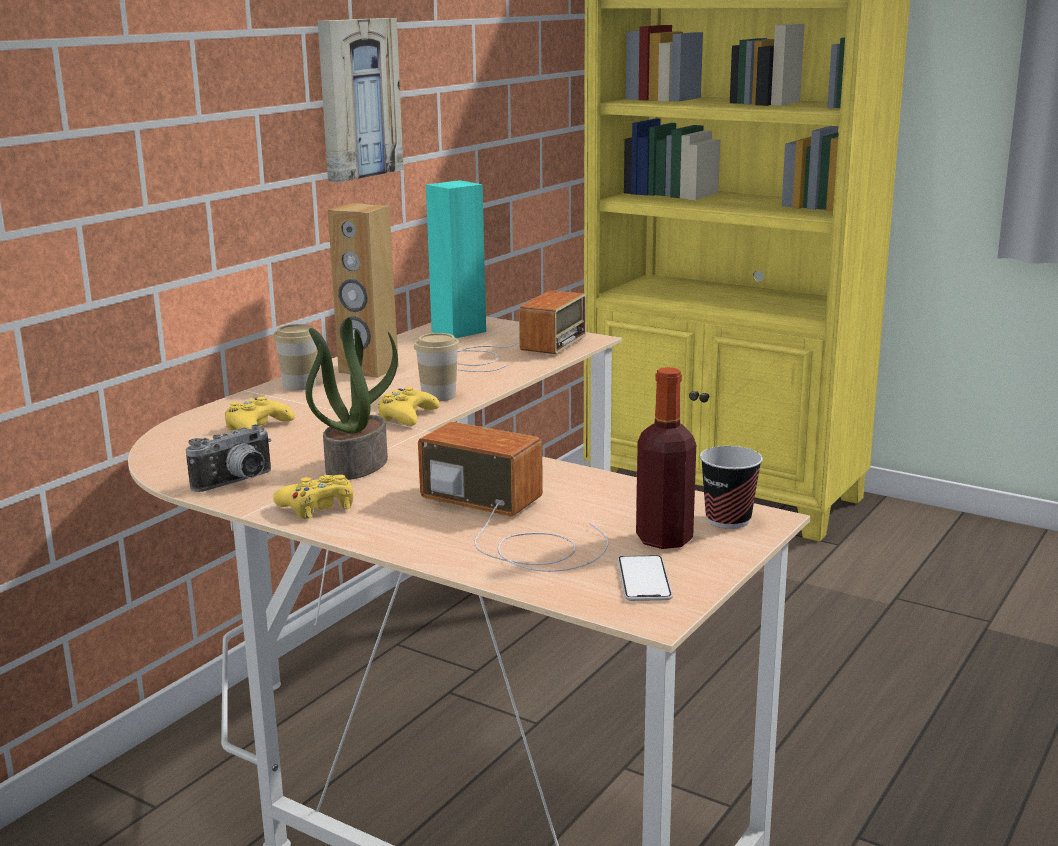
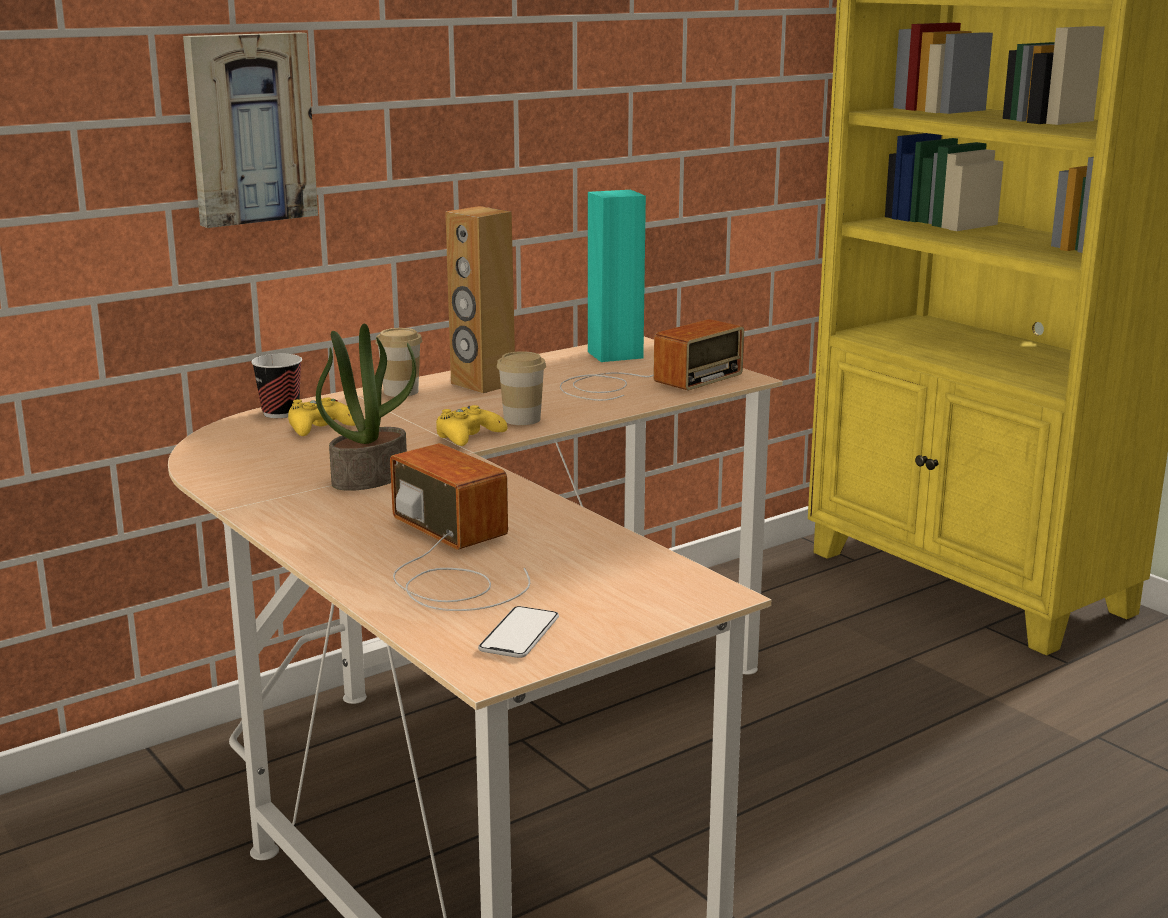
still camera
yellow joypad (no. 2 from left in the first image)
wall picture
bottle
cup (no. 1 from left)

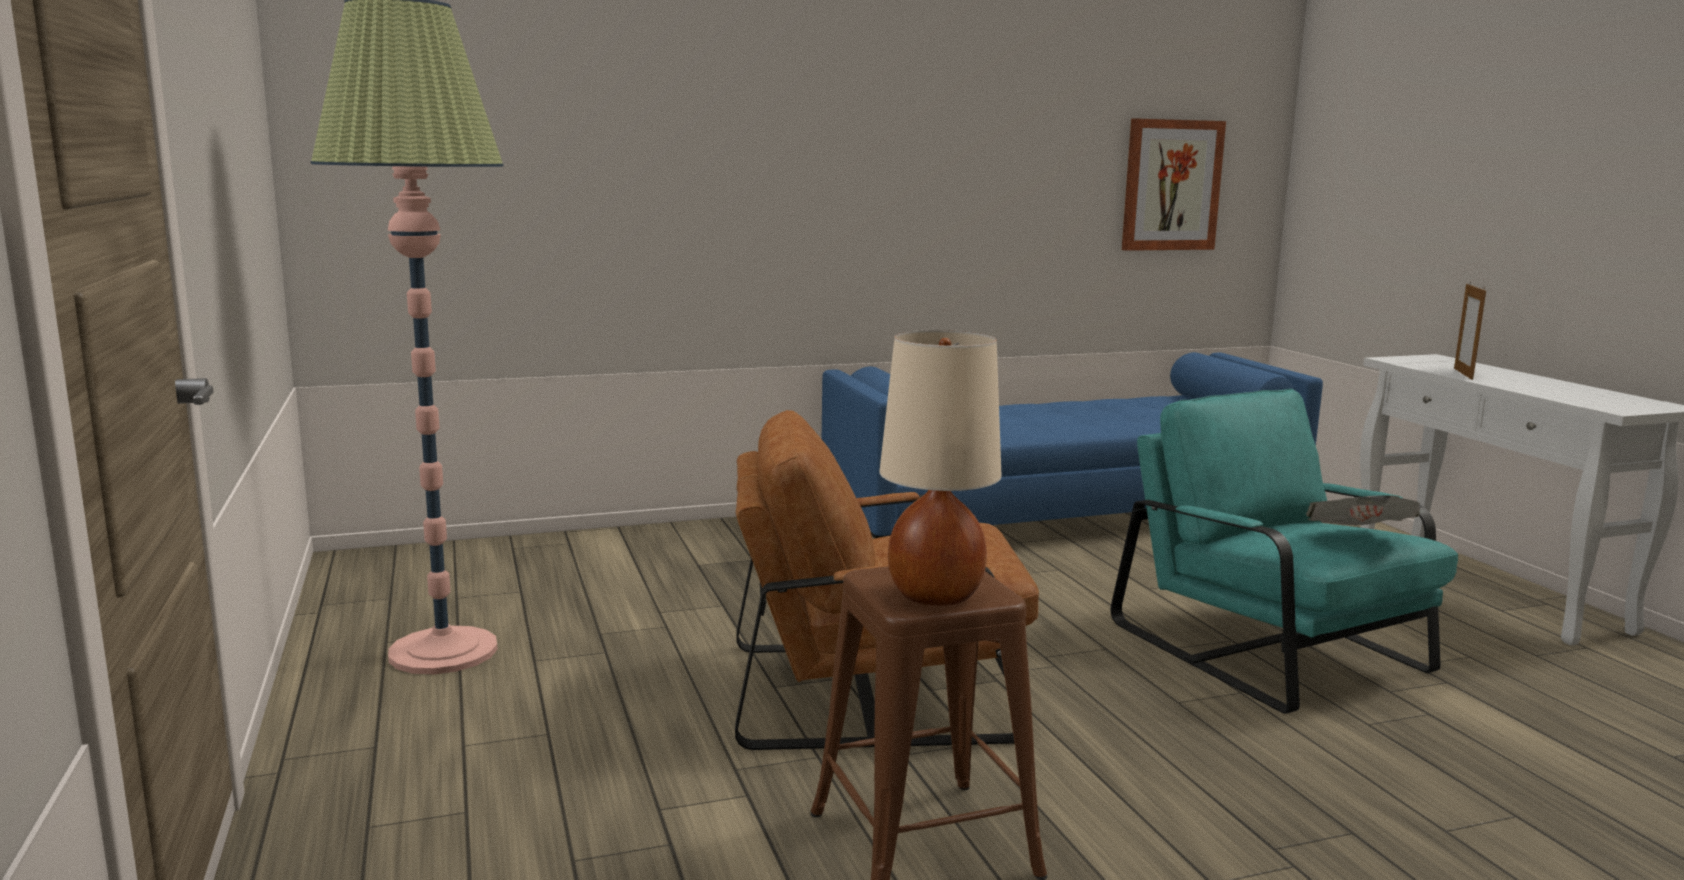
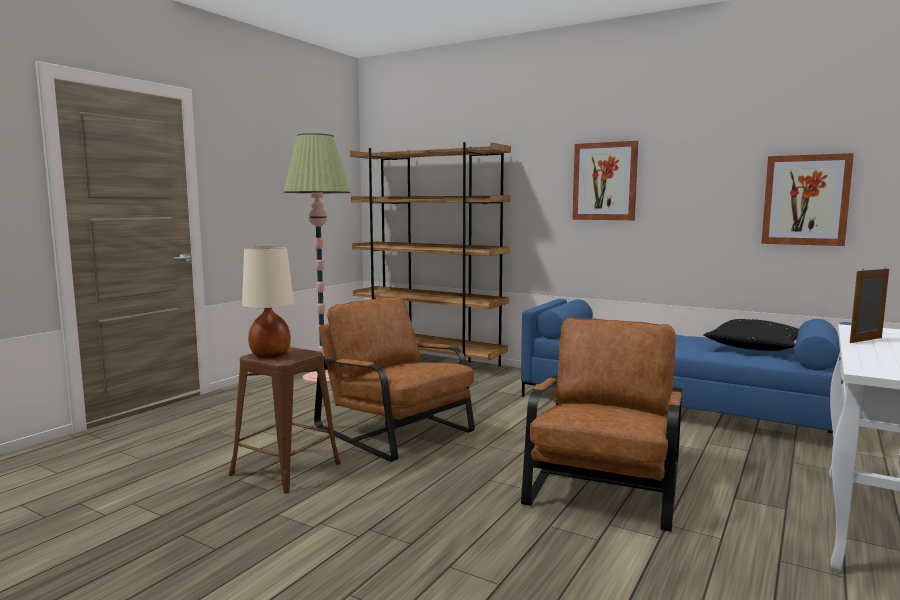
brown-coloured easy chair (no. 2 from left)
newspaper
brown-coloured shelving unit
wall picture (no. 1 from left)
black-coloured pillow

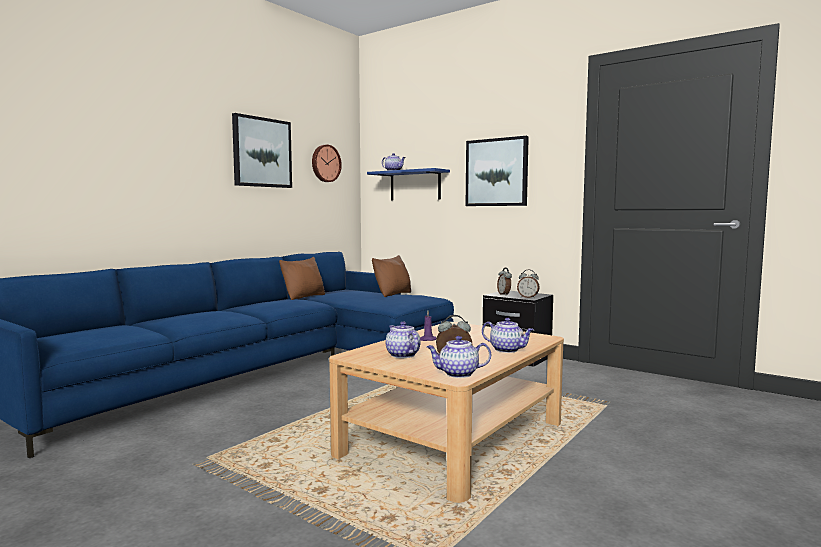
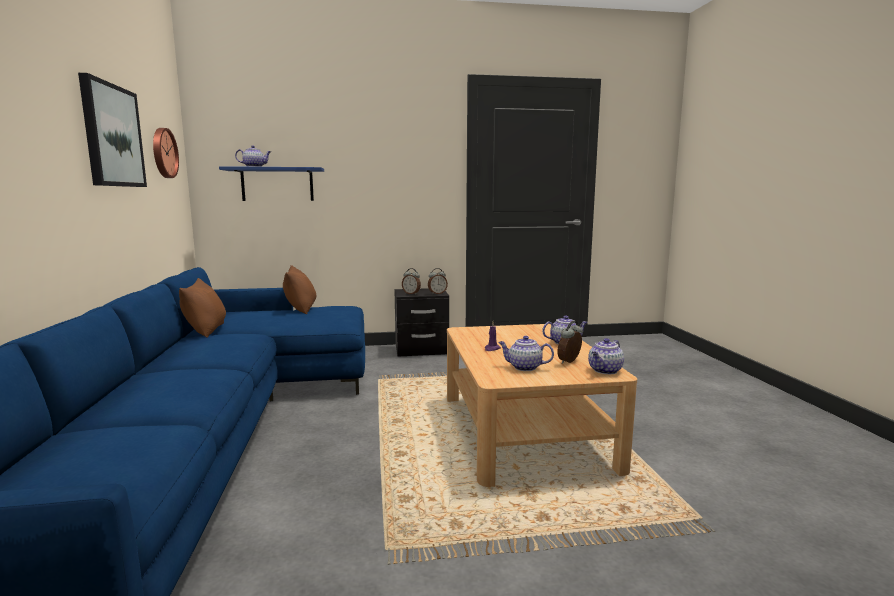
wall picture (no. 2 from left in the first image)

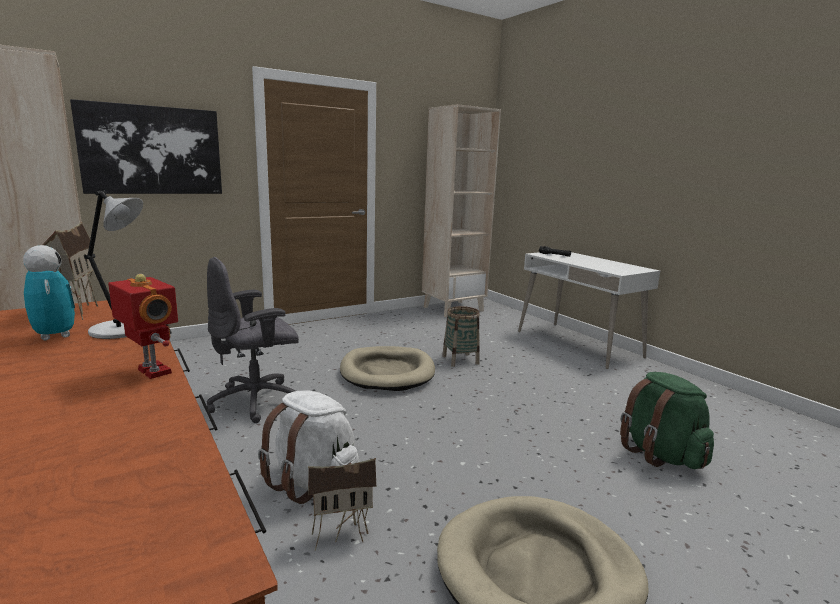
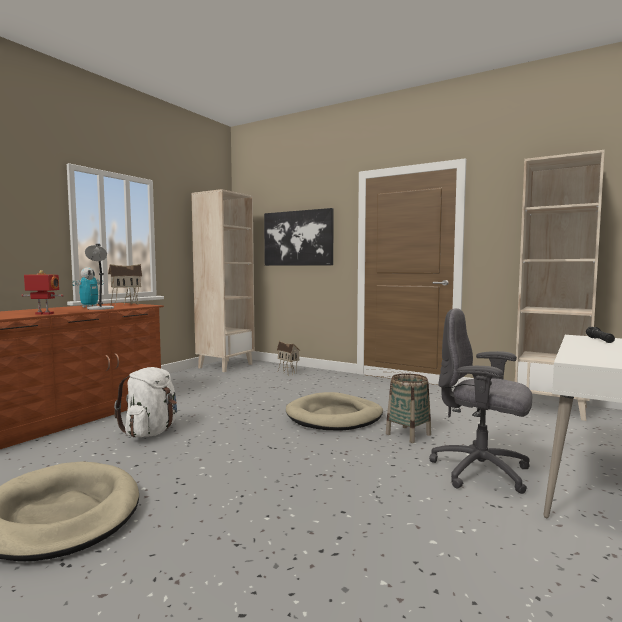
robot figure (no. 1 from left)
gray office chair
miniature house (no. 2 from left)
green knapsack

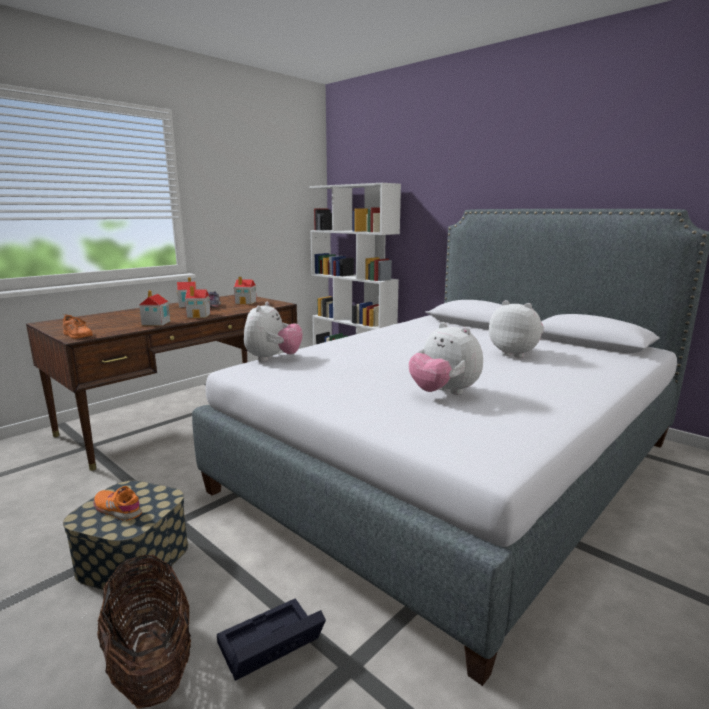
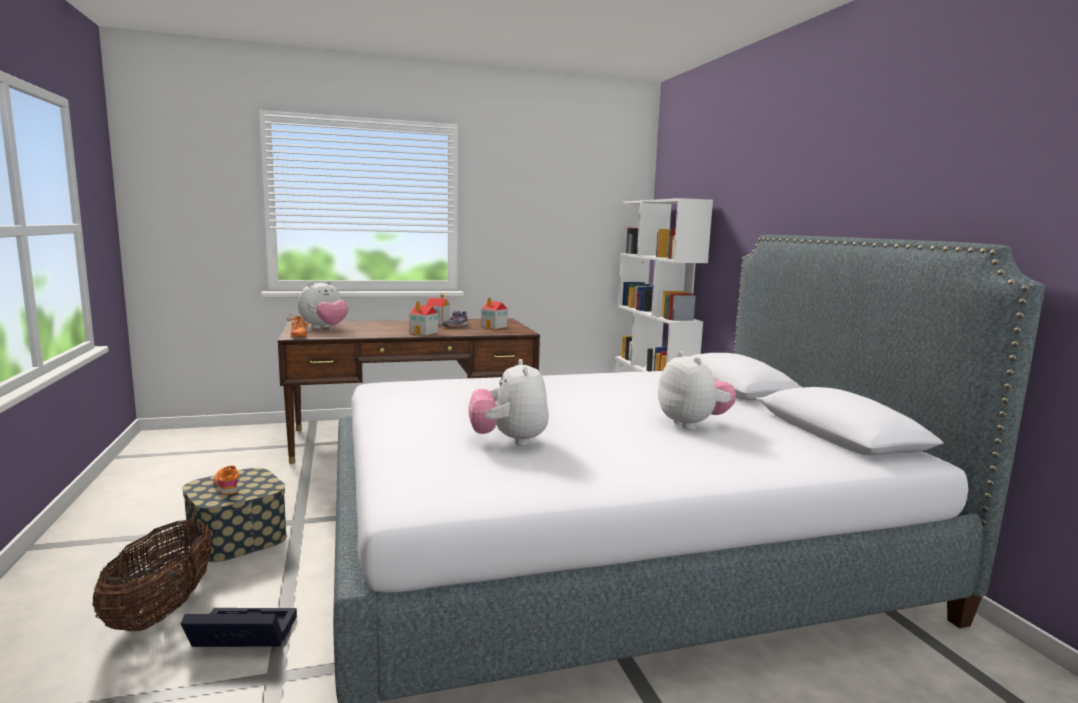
miniature house (no. 1 from left in the first image)
cuddly toy (no. 1 from left)

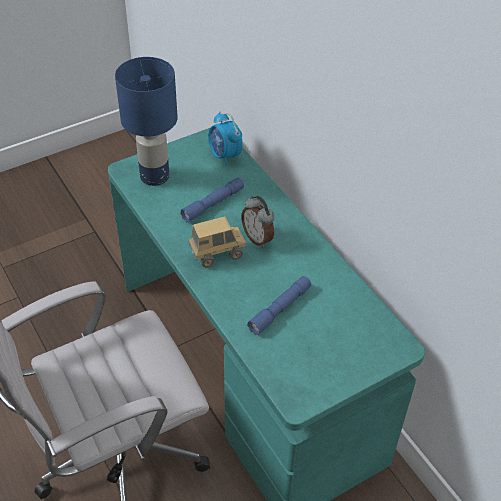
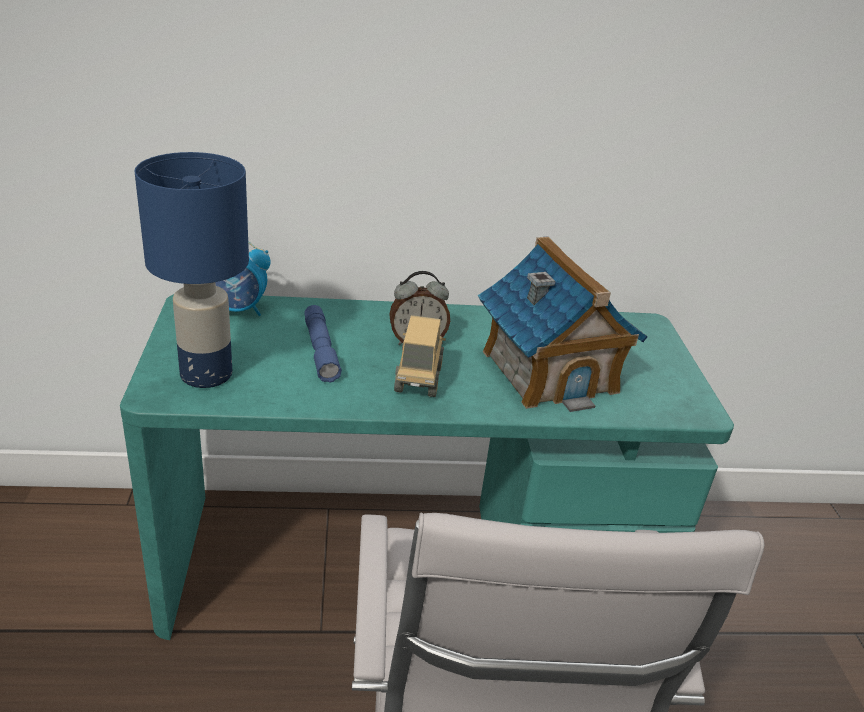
miniature house

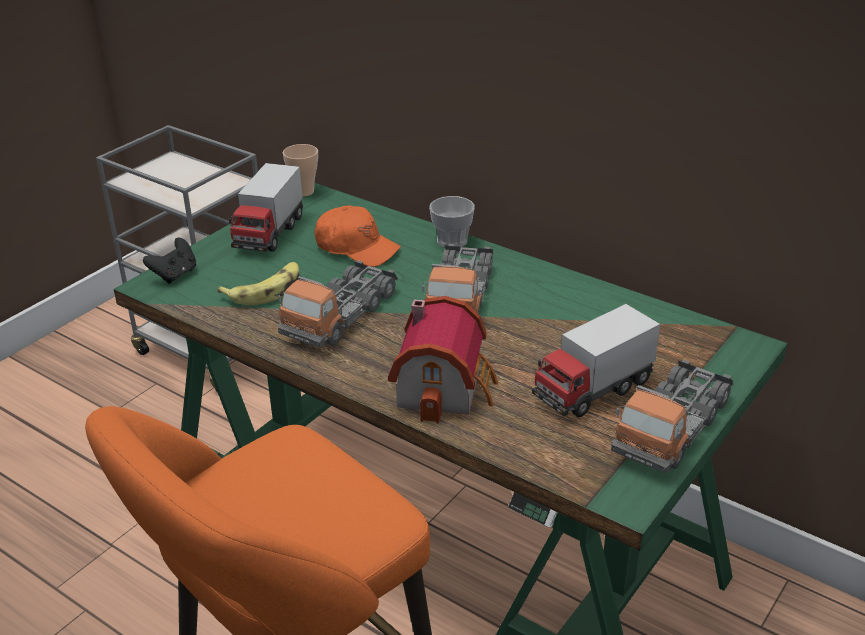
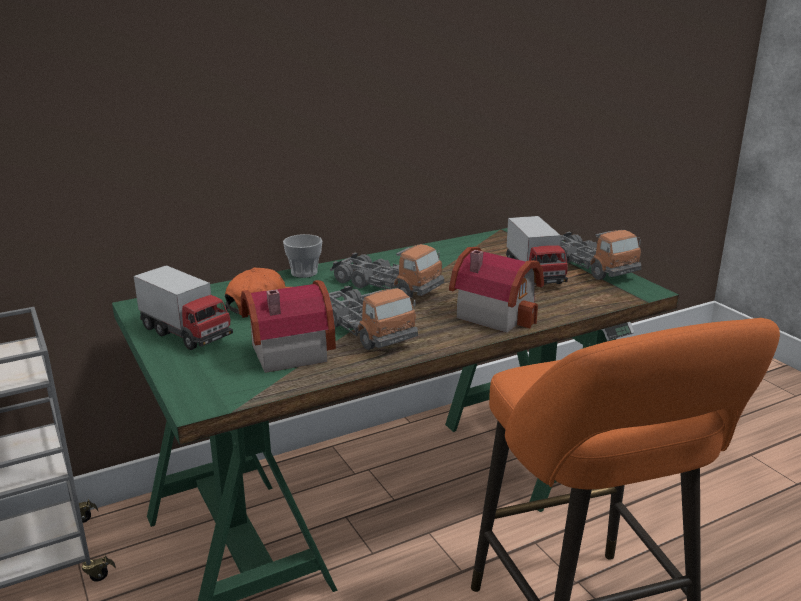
black-coloured joypad
miniature house (no. 1 from left)
cup (no. 1 from left in the first image)

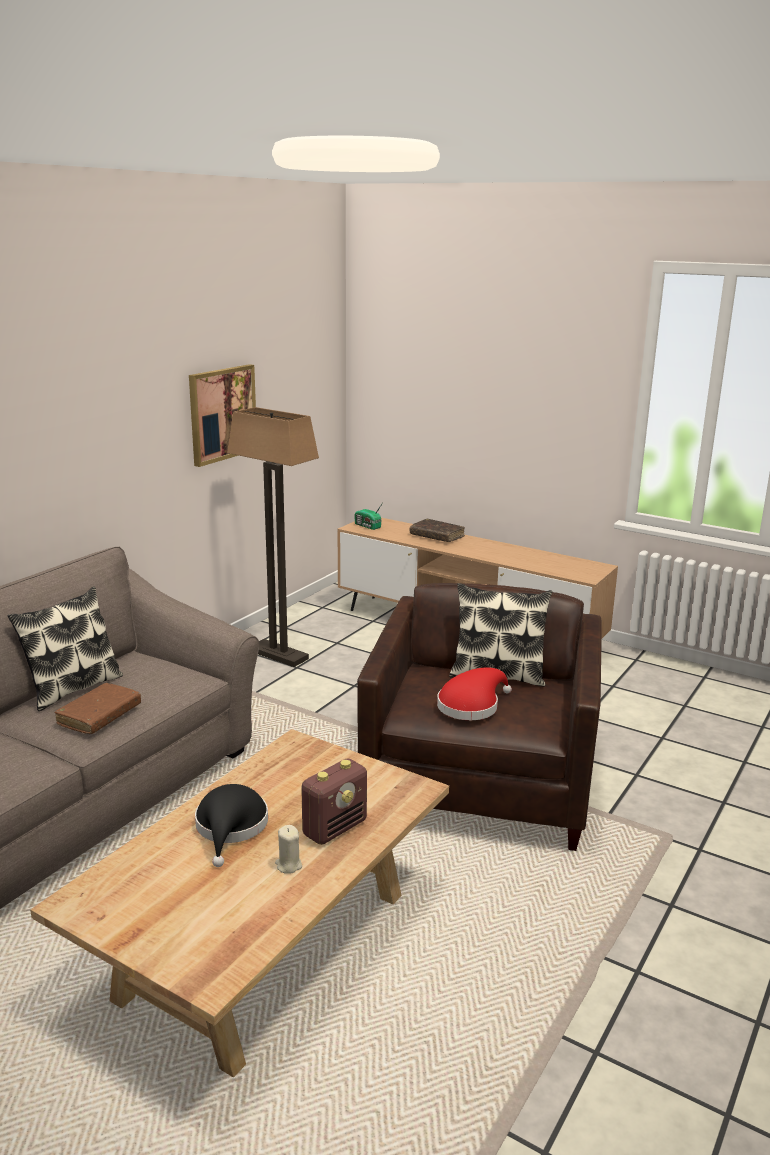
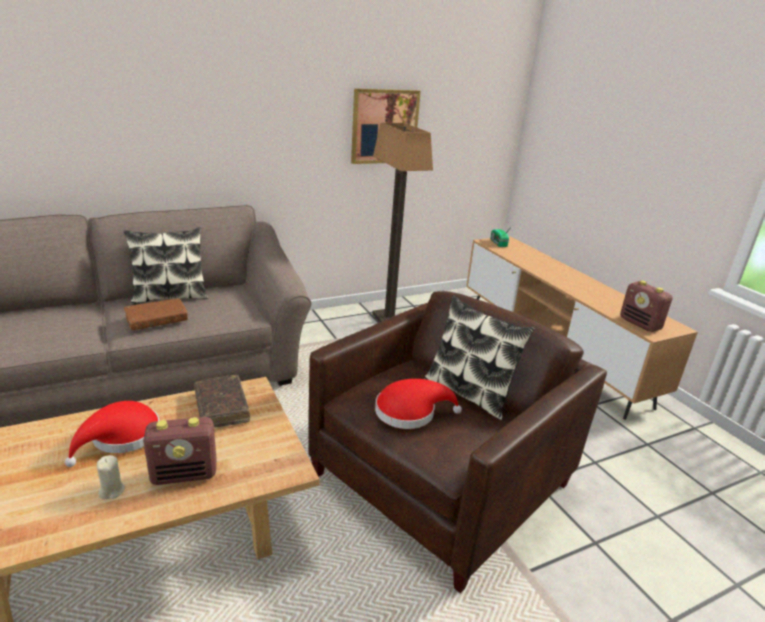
red hat (no. 1 from left)
brown-coloured bound book (no. 2 from left)
radio set (no. 3 from left)

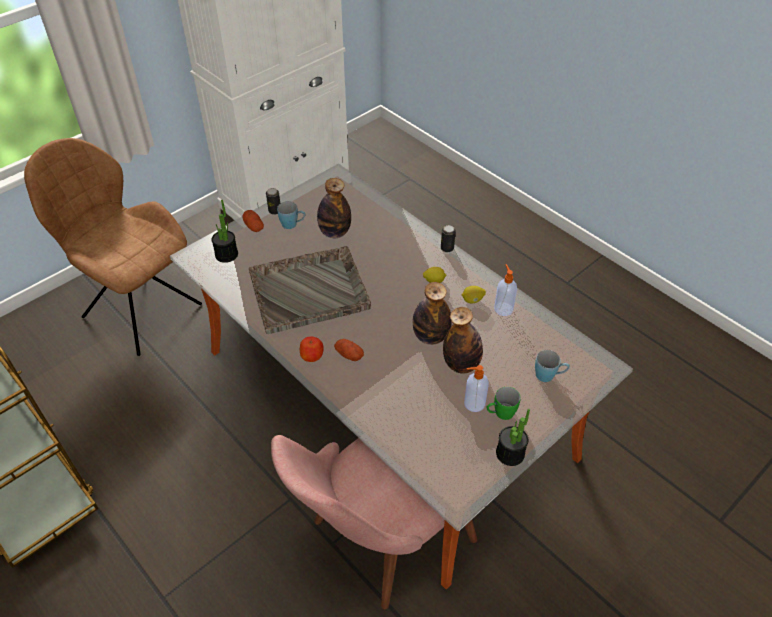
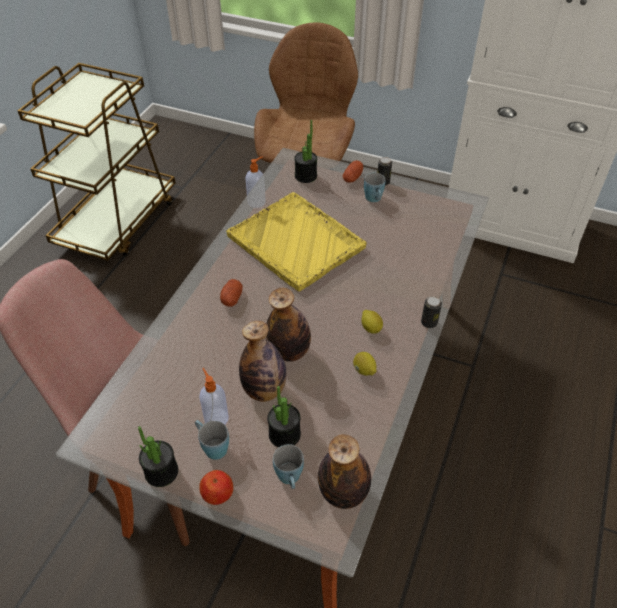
yellow carrying tray
whole apple
bottle (no. 3 from left)
blue-coloured coffee mug (no. 1 from left)
soap dispenser (no. 2 from left)
plant in a pot (no. 2 from left)

